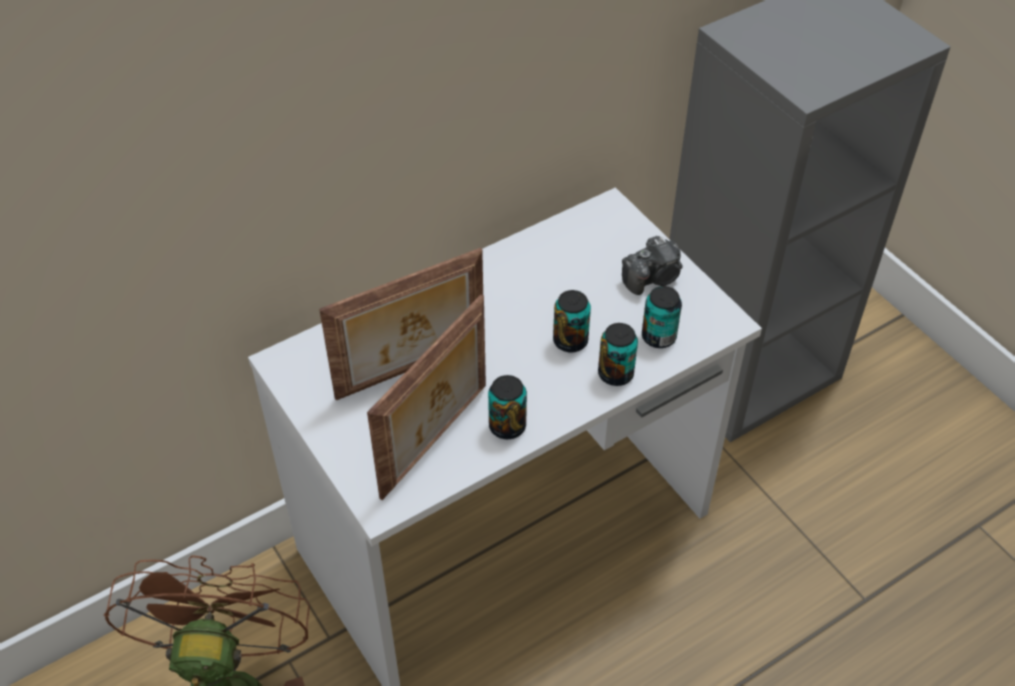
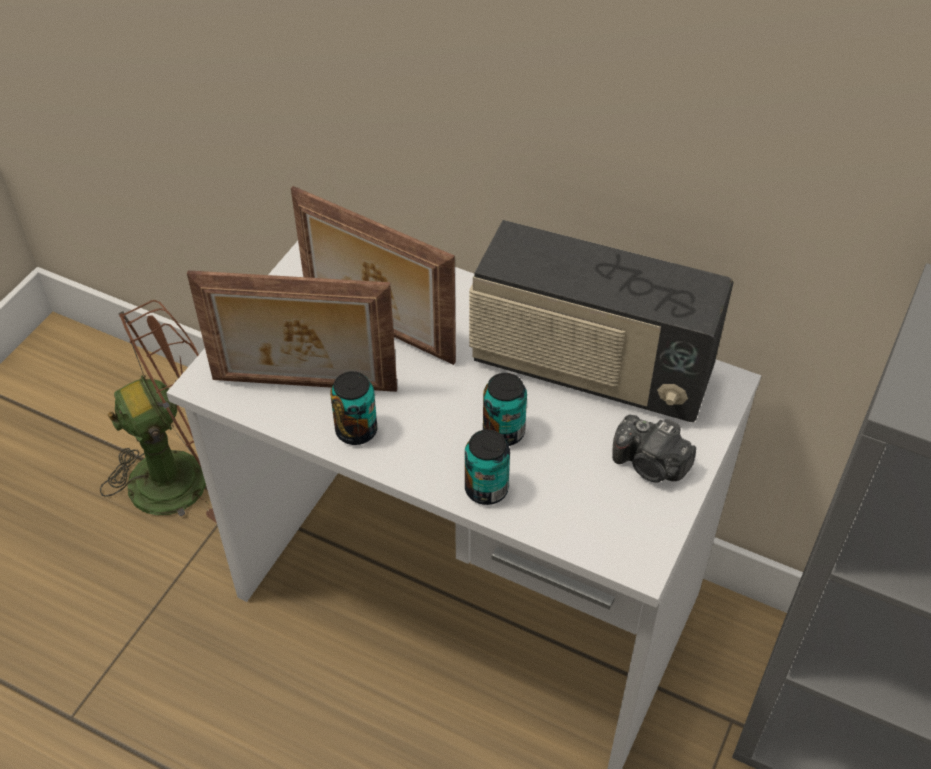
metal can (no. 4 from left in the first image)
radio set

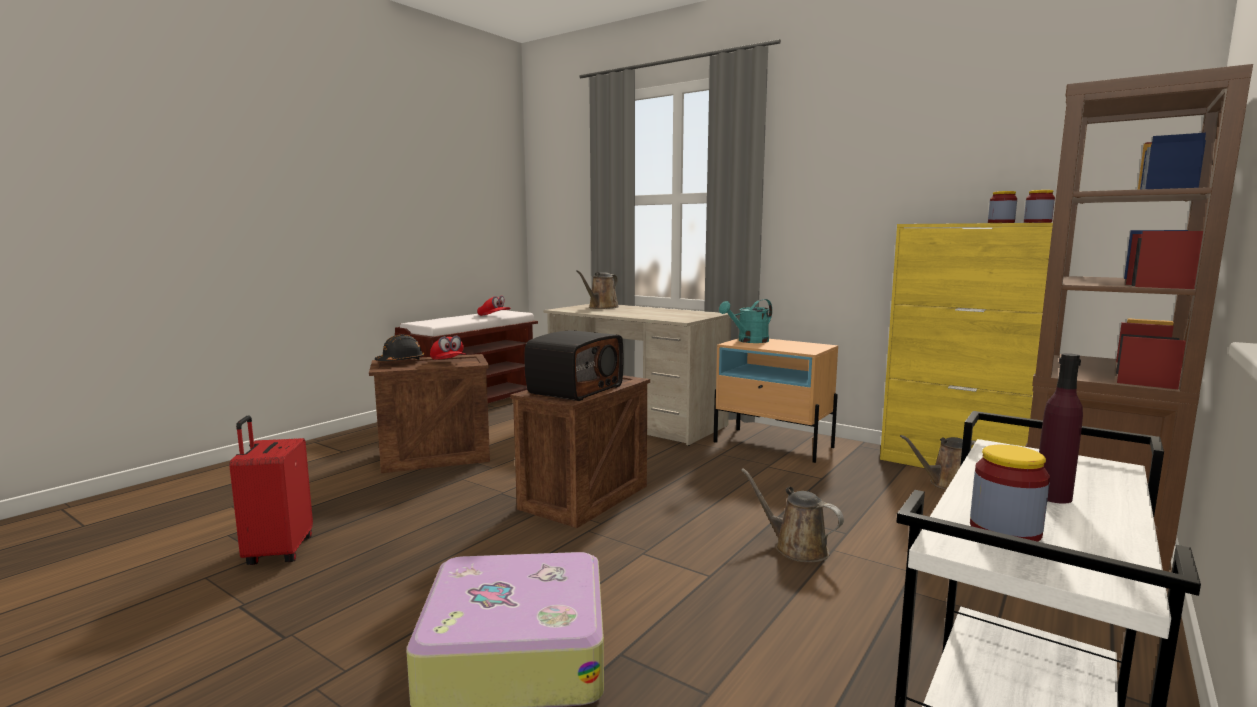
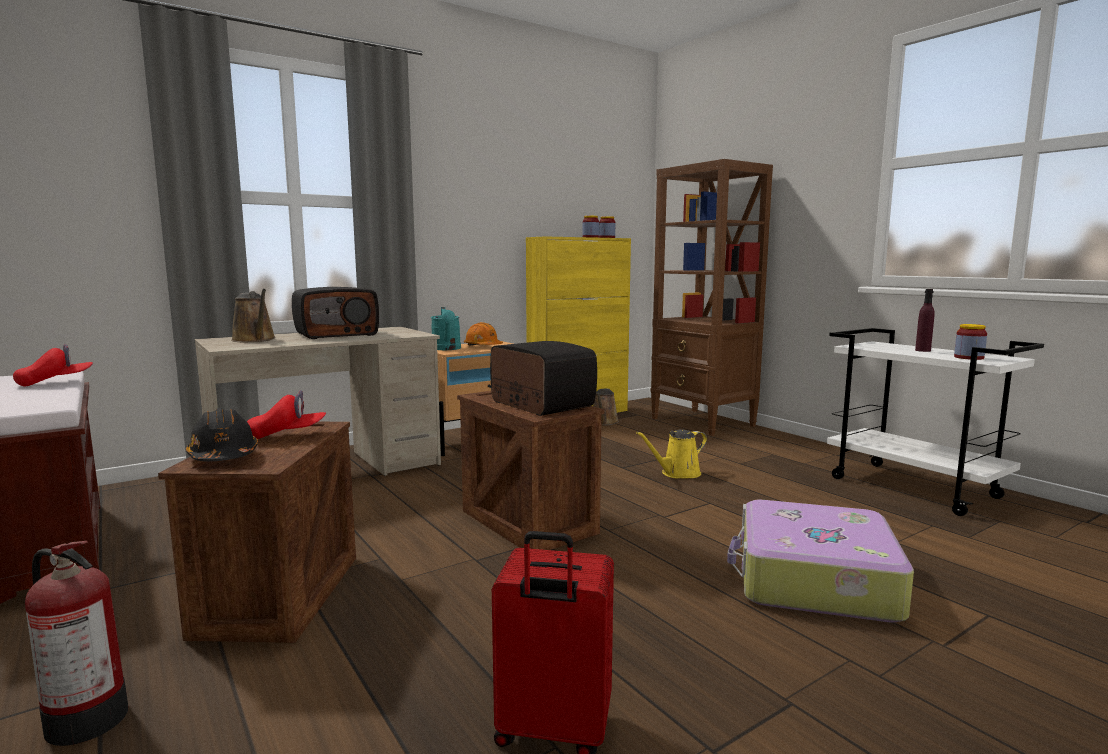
yellow sprinkling can
fire-fighting cylinder
radio set (no. 1 from left)
orange hard hat

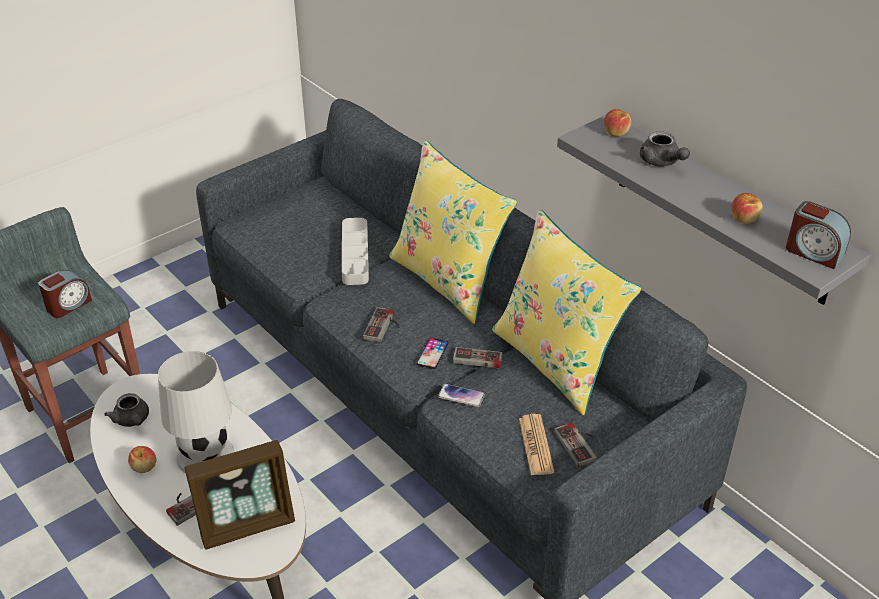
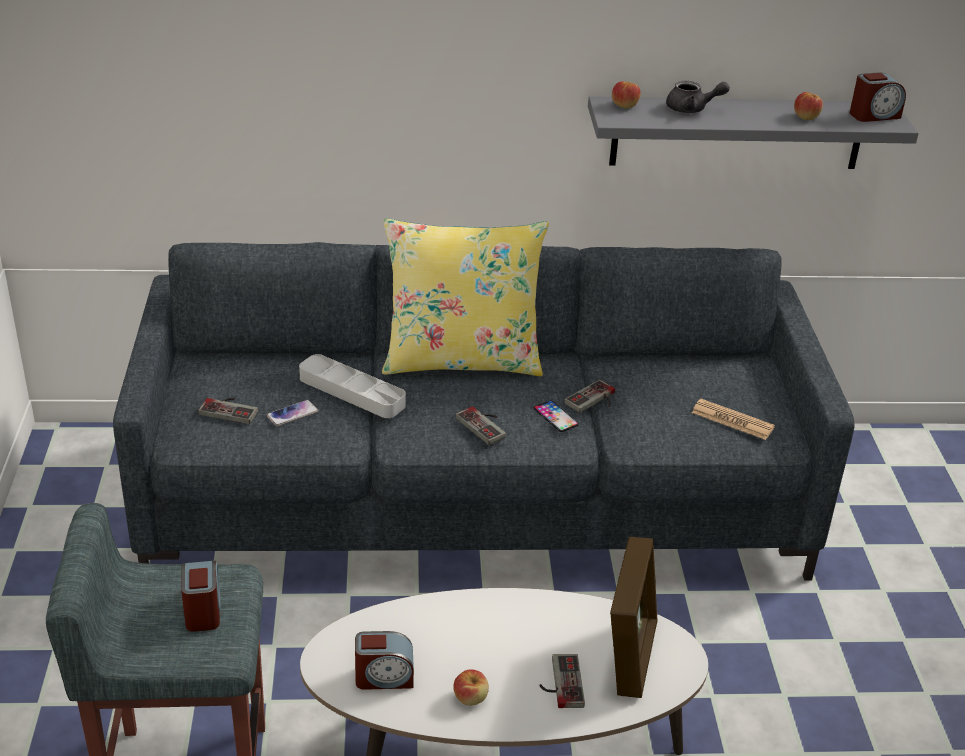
table clock (no. 2 from left)
whitish table lamp
phone (no. 1 from left)
yellow pillow (no. 2 from left in the first image)
joypad (no. 1 from left)

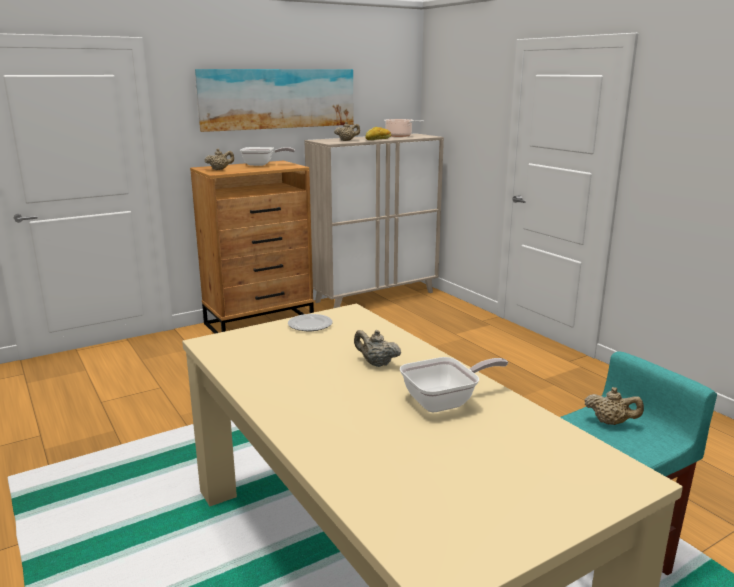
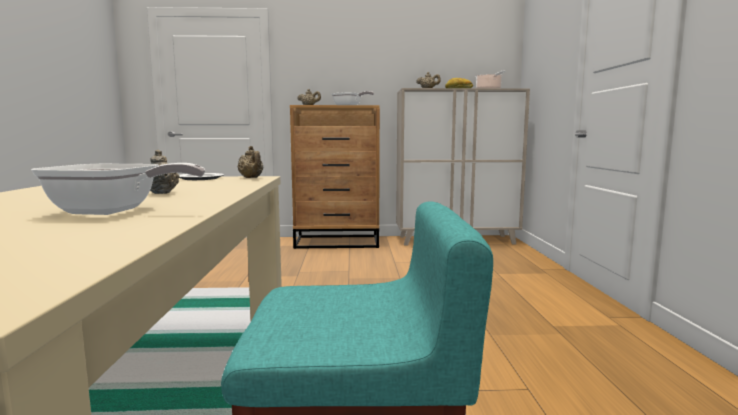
wall picture
beige-coloured pot for tea (no. 2 from left)

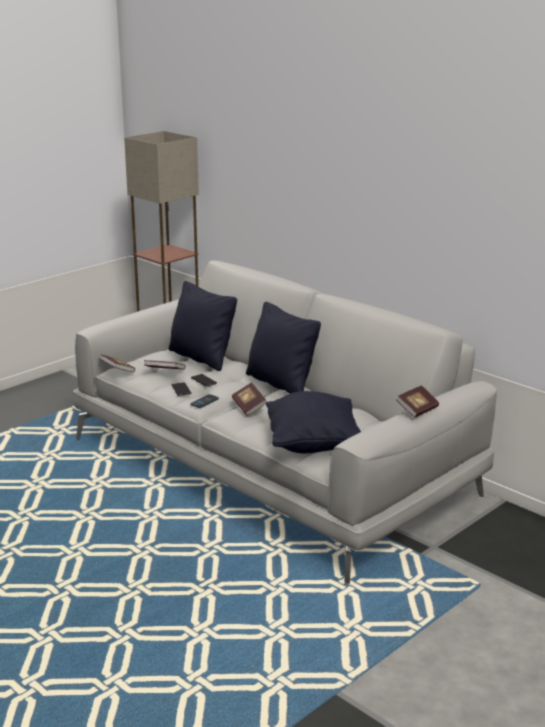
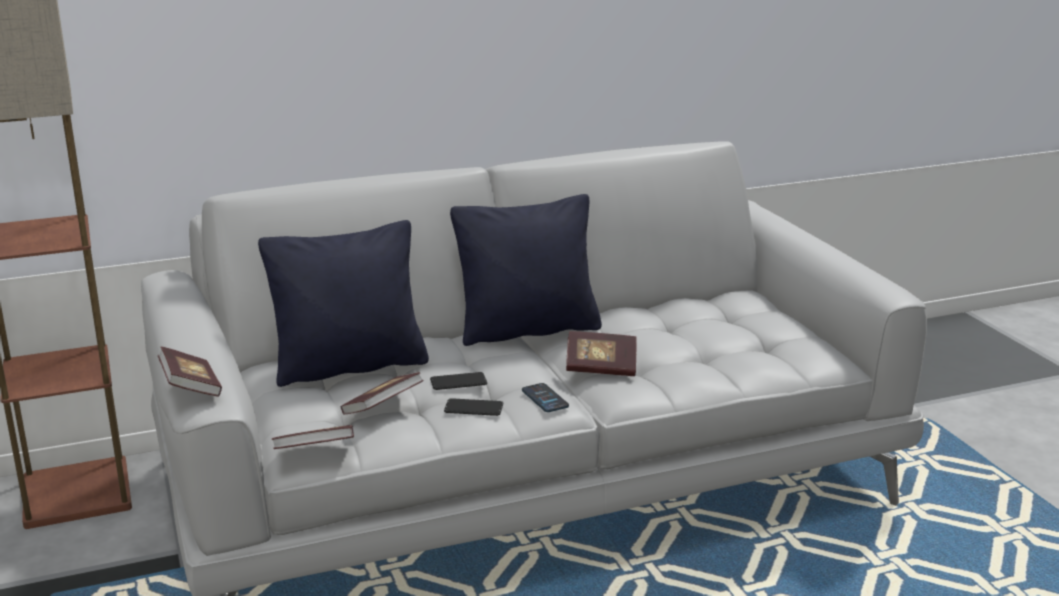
black-coloured pillow (no. 3 from left in the first image)
bound book (no. 1 from left)

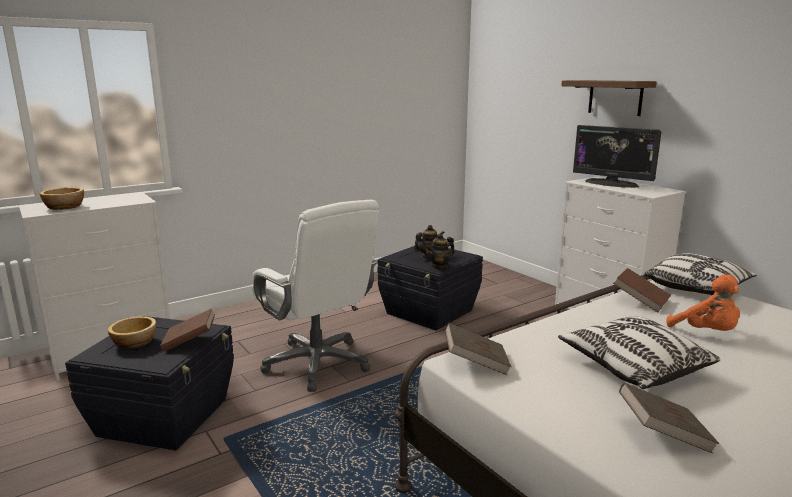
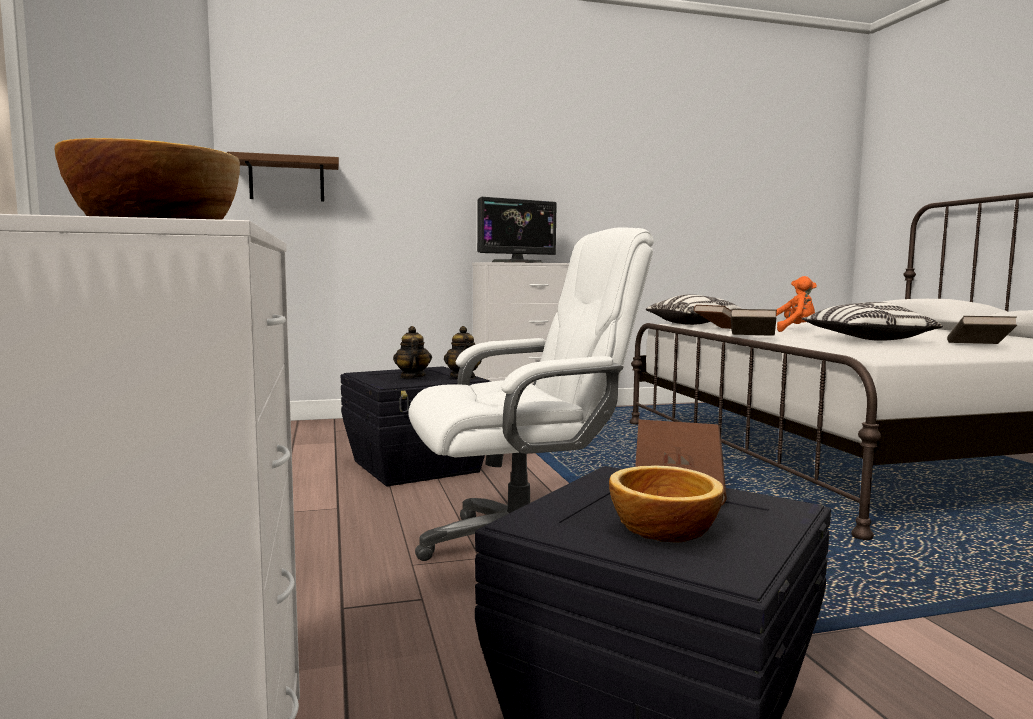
brown-coloured bound book (no. 3 from left)
brown-coloured shelf

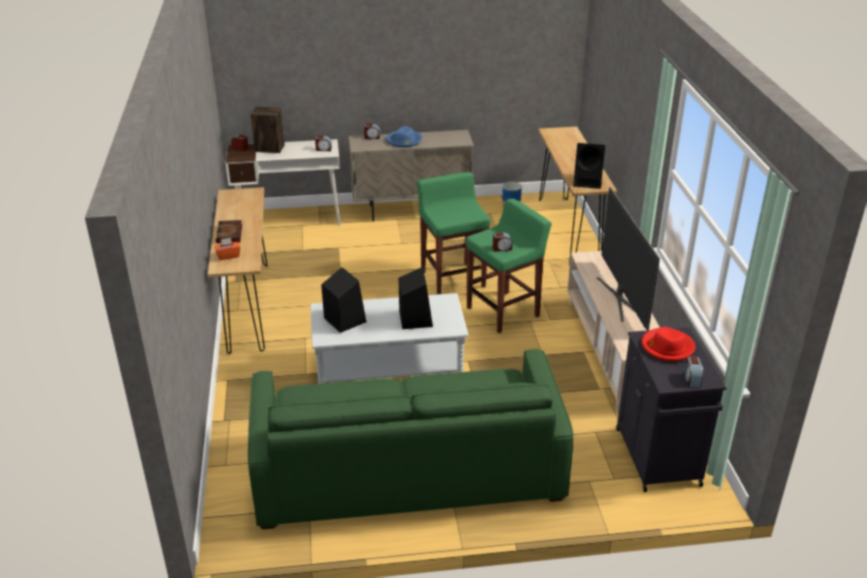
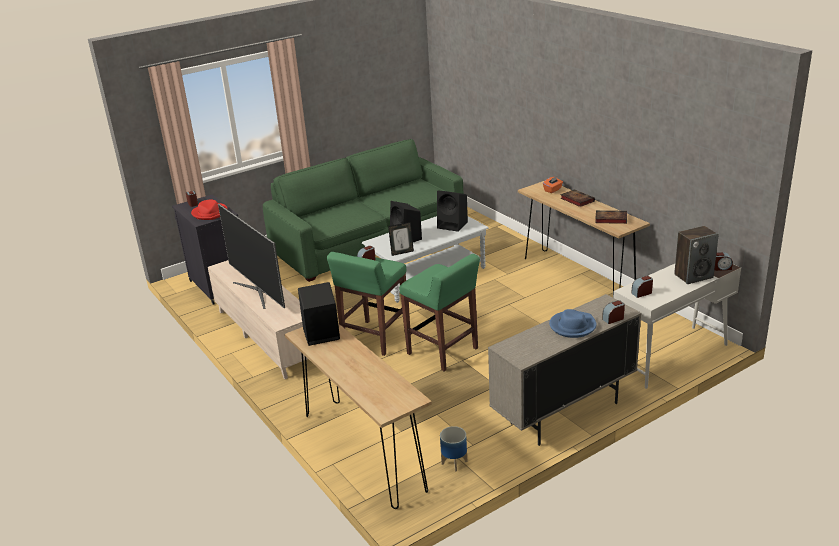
photo frame
bound book (no. 2 from left)

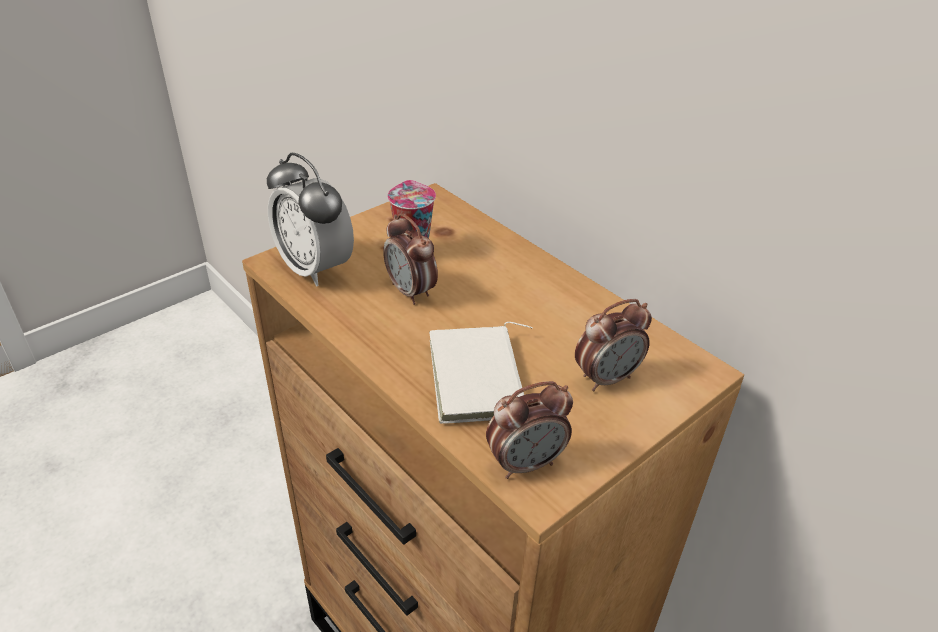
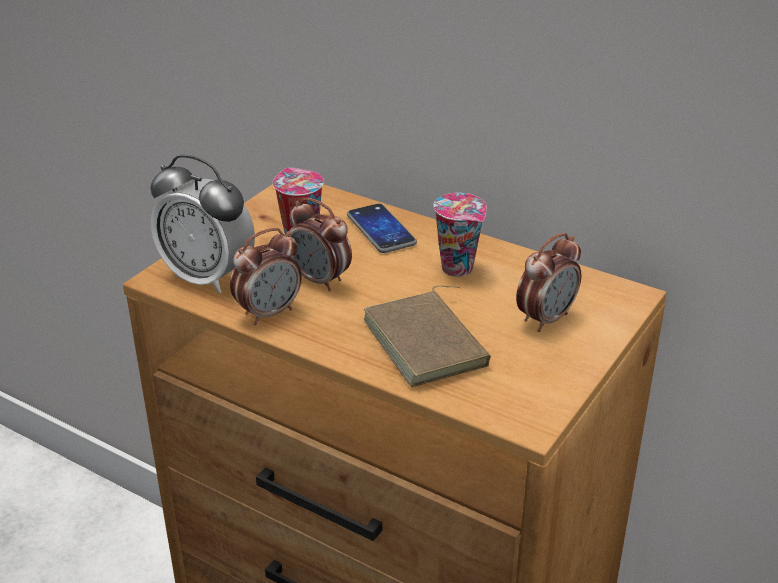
brown-coloured bound book
table clock (no. 2 from left)
phone
cup (no. 2 from left)

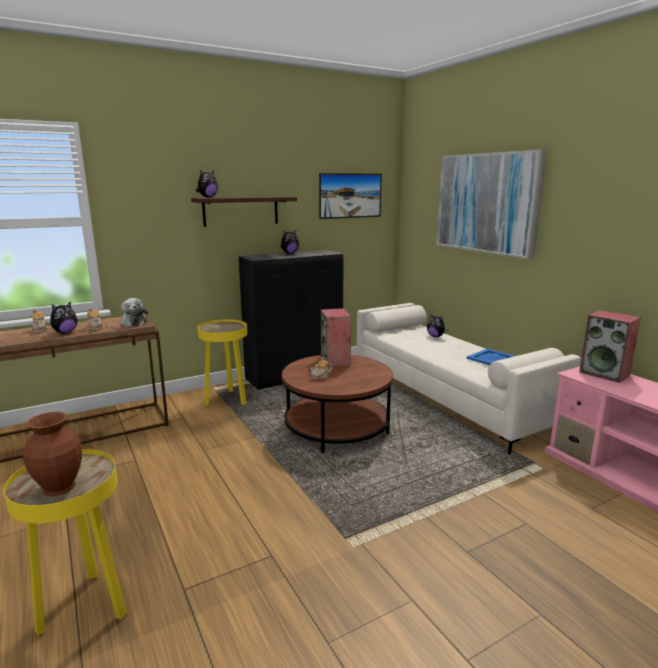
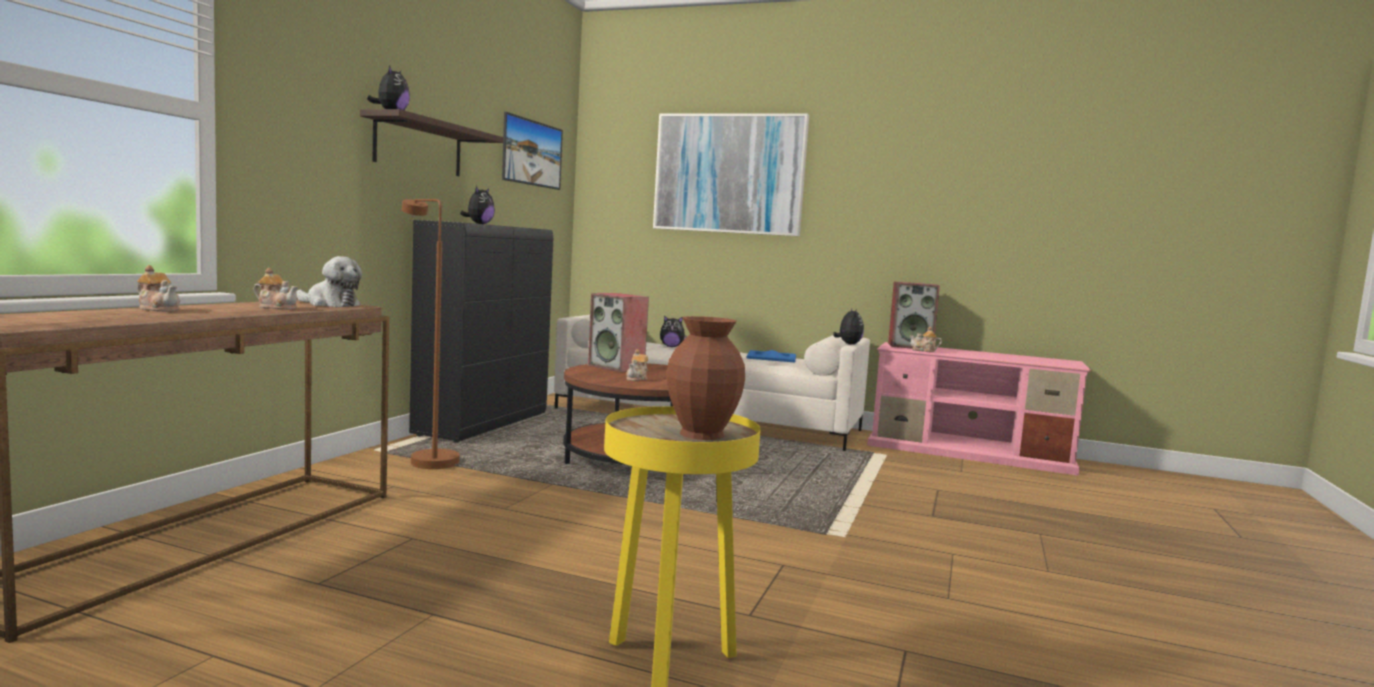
cuddly toy (no. 5 from left)
brown-coloured floor lamp
pot for tea (no. 4 from left)

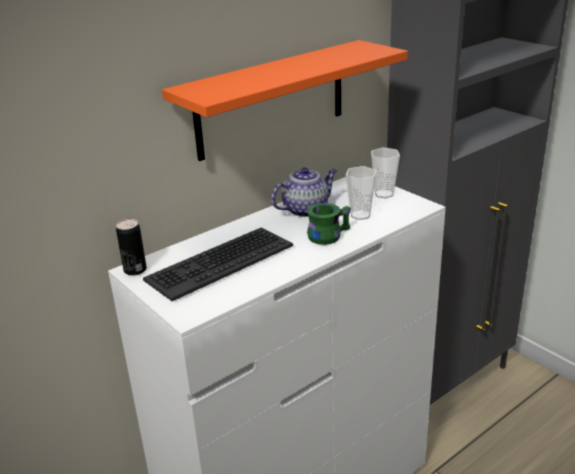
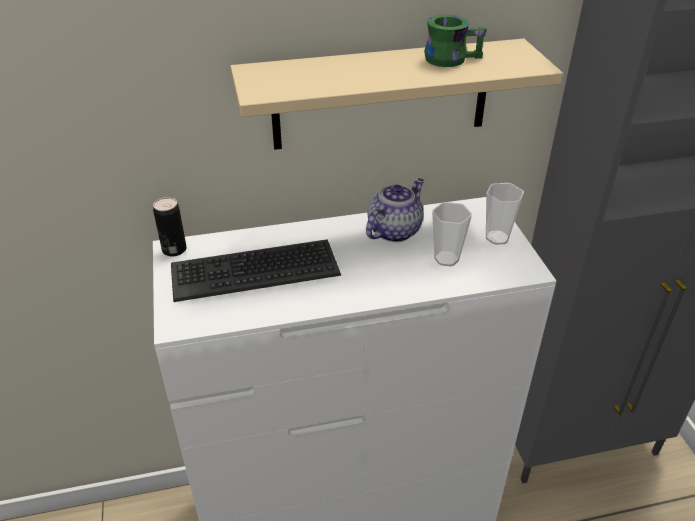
beige-coloured shelf
pot for tea
green coffee mug

